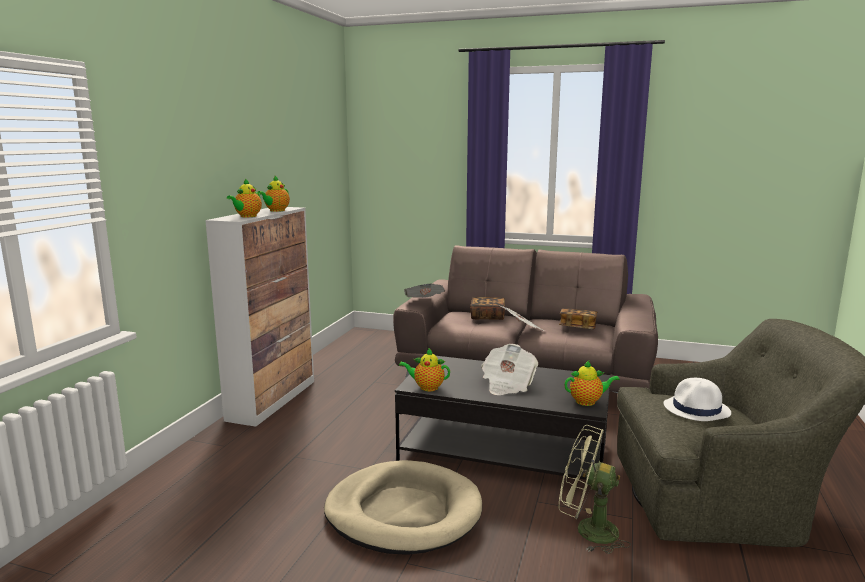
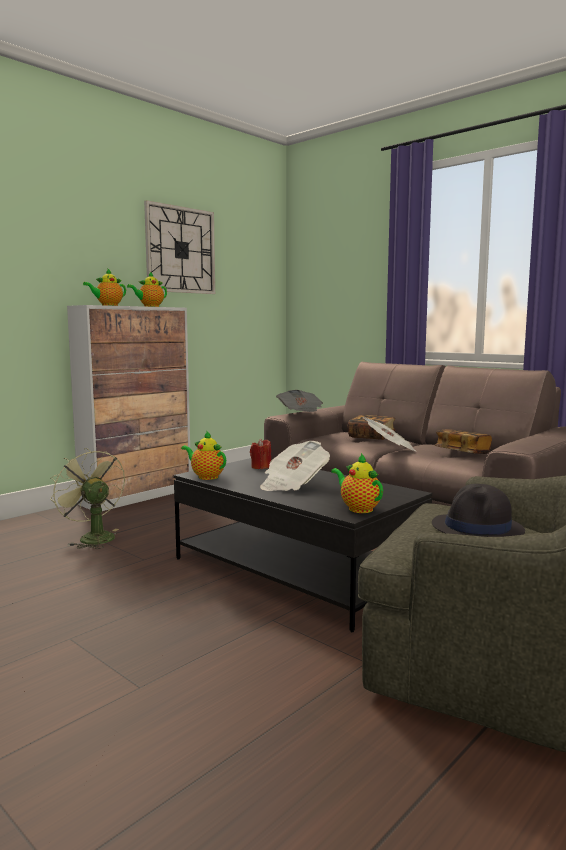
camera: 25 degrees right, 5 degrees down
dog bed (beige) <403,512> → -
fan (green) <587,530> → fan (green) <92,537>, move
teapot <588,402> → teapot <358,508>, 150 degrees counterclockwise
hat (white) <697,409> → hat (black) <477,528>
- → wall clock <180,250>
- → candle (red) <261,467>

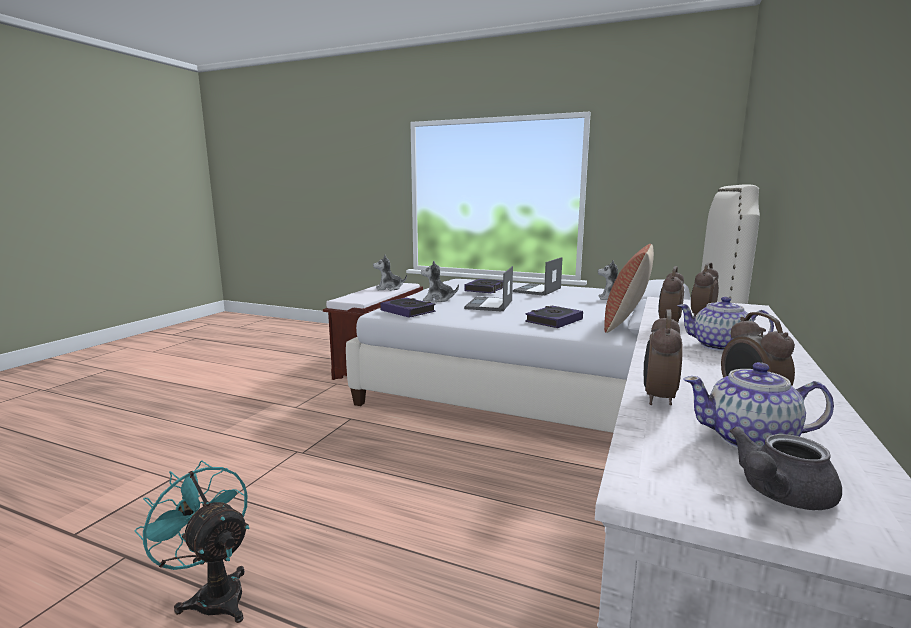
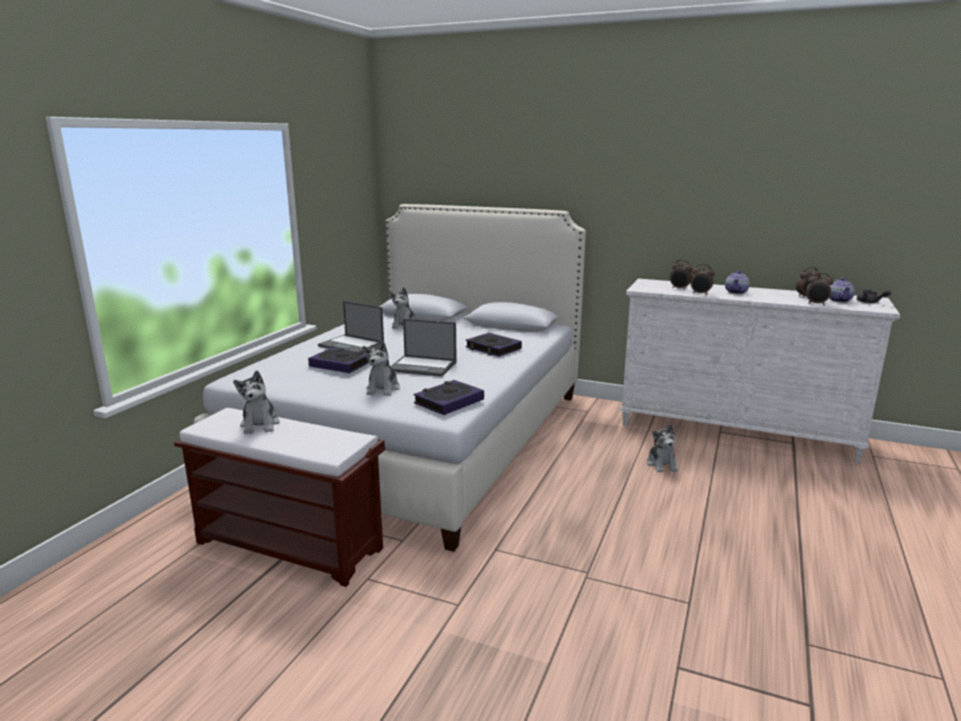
camera: 90 degrees left, 5 degrees up
fan (turquoise) <213,594> → -
pillow <625,324> → -
- → plush toy <661,464>

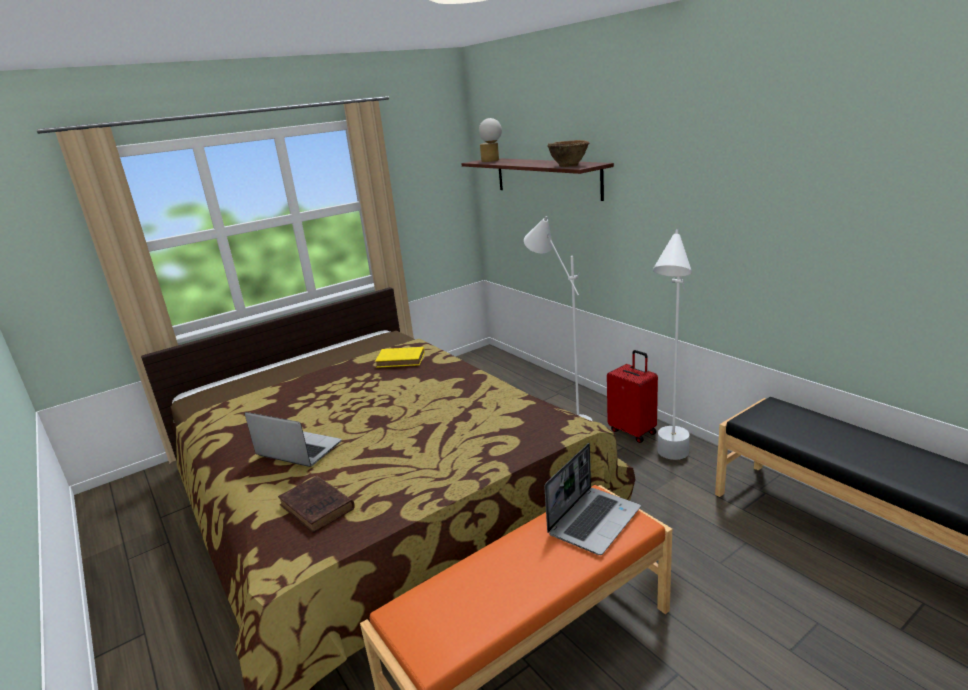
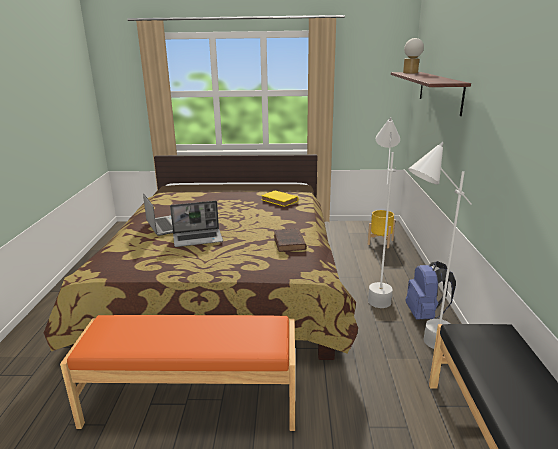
camera: 35 degrees right, 0 degrees up
book (brown) <318,508> → book (brown) <289,243>, move
laptop <594,520> → laptop <198,239>, move
bowl (brown) <568,165> → -
suitcase (red) <633,431> → backpack (blue) <425,315>
- → planter (yellow) <380,242>

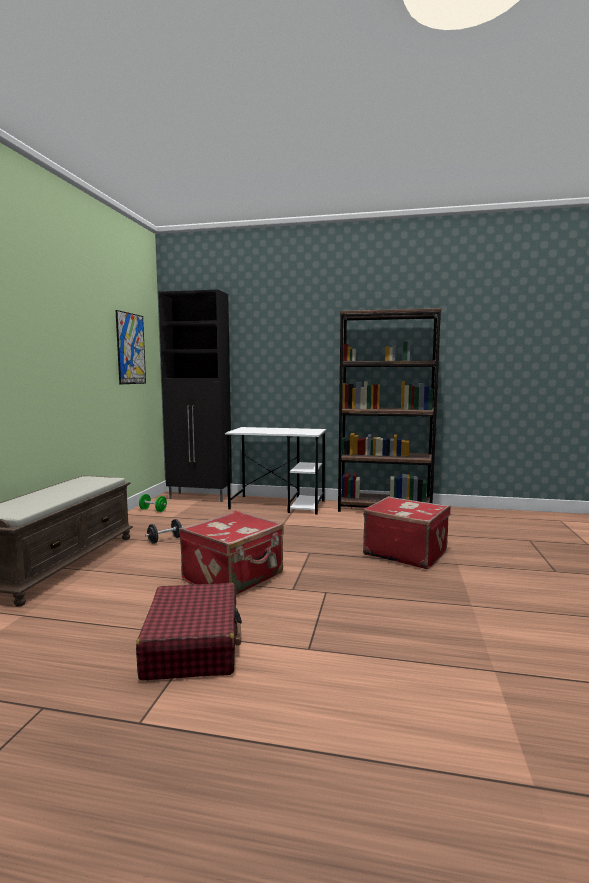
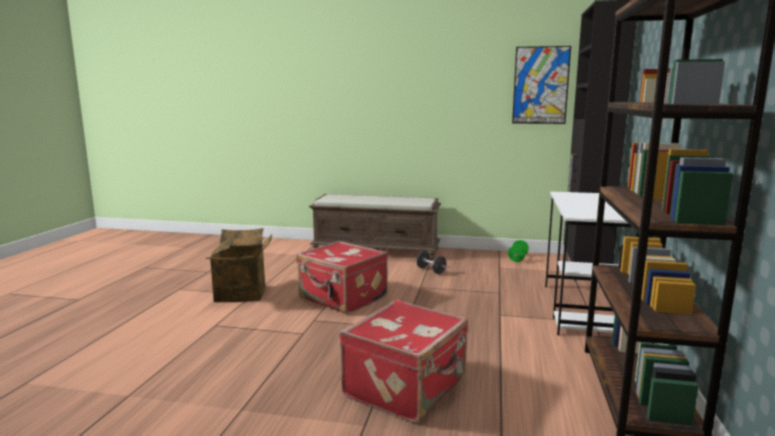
camera: 90 degrees right, 5 degrees up
suitcase (red) <193,645> → cardboard box <243,293>

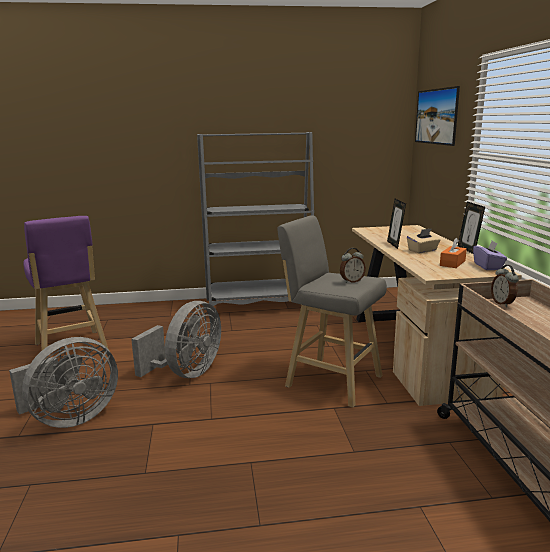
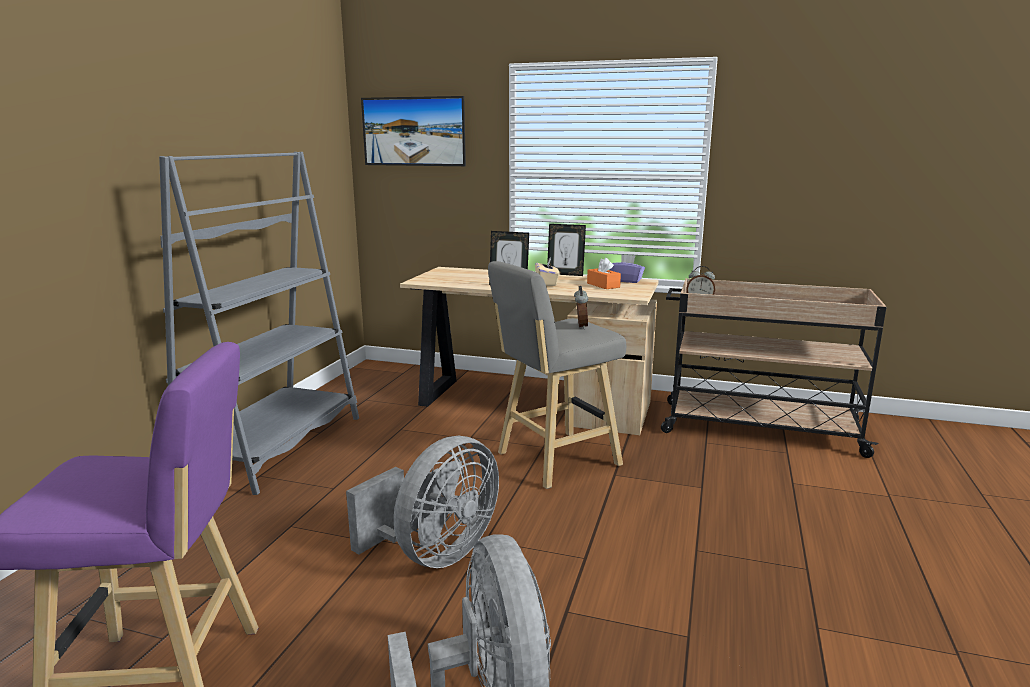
camera: 65 degrees left, 0 degrees up
fan (grey) <187,373> → fan (grey) <435,554>, 75 degrees clockwise

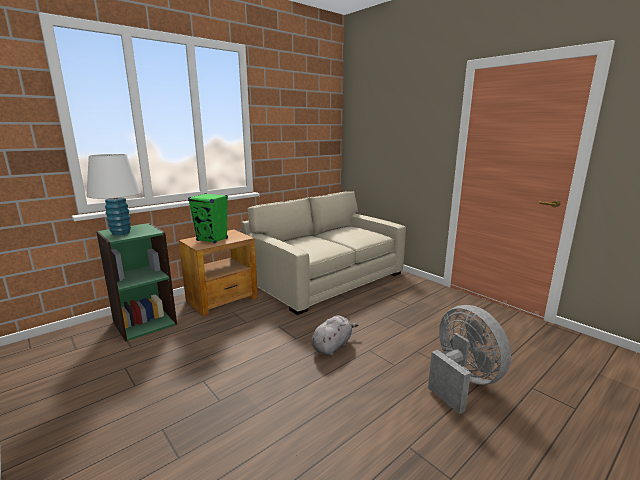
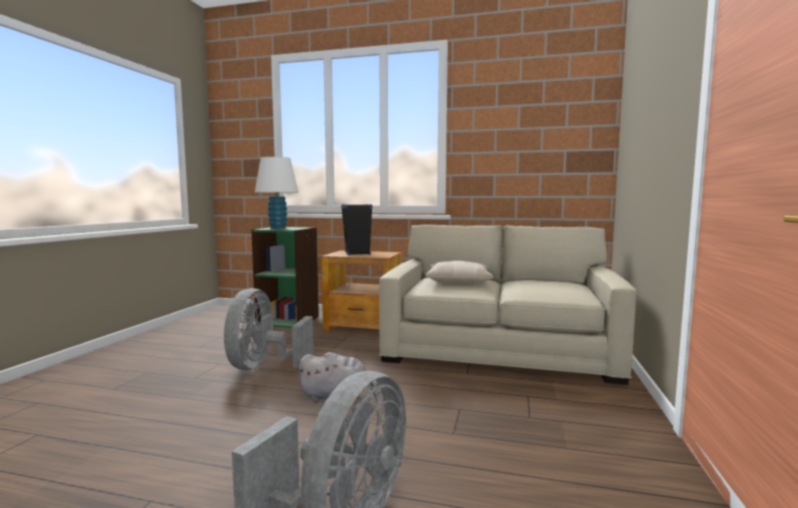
camera: 55 degrees right, 10 degrees down
speaker (green) <212,239> → speaker (black) <357,253>
- → fan (grey) <263,366>
- → pillow (beige) <458,280>

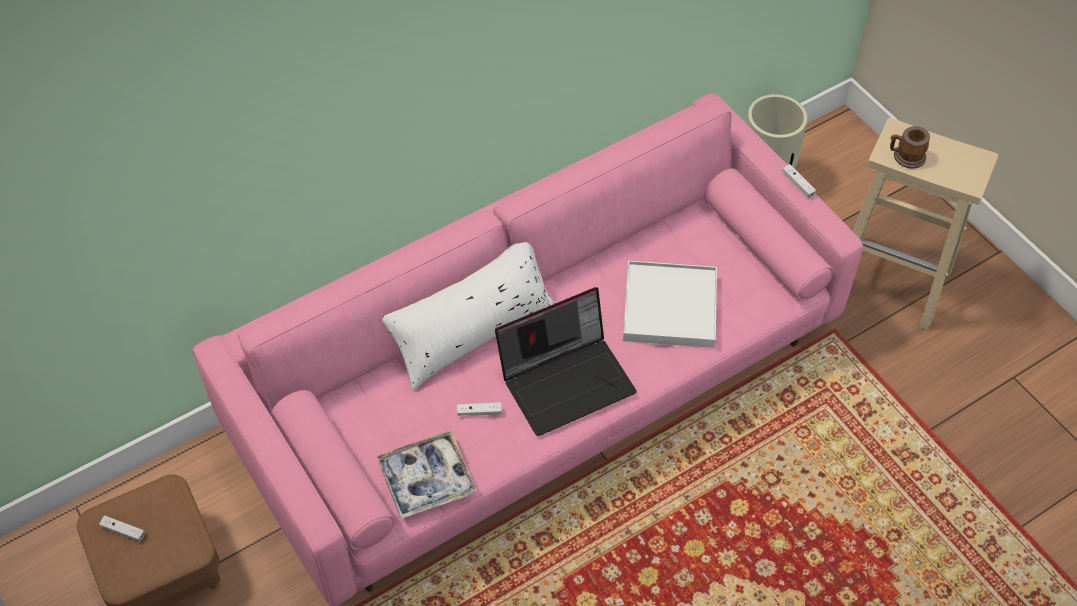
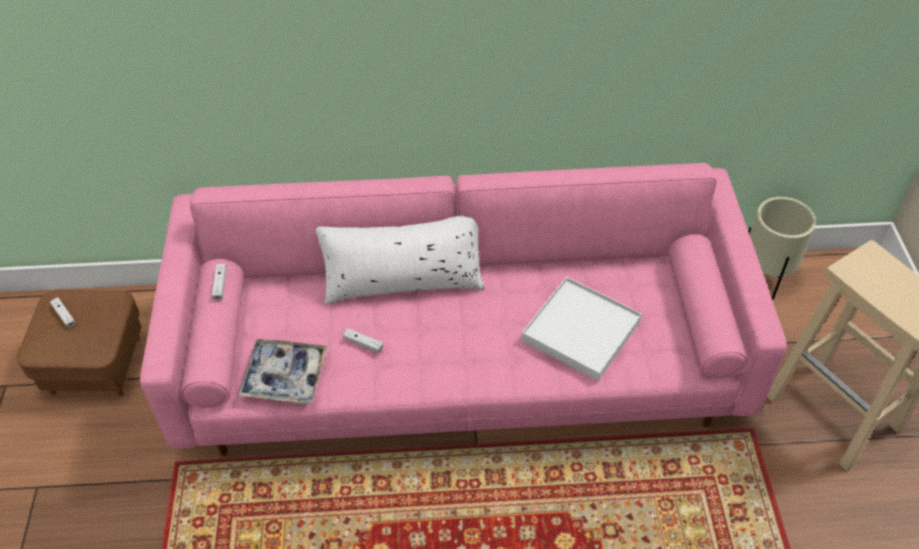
camera: 30 degrees right, 5 degrees down
laptop <567,380> → -
game controller (white) <798,184> → game controller (white) <220,284>, move
mug <905,157> → -

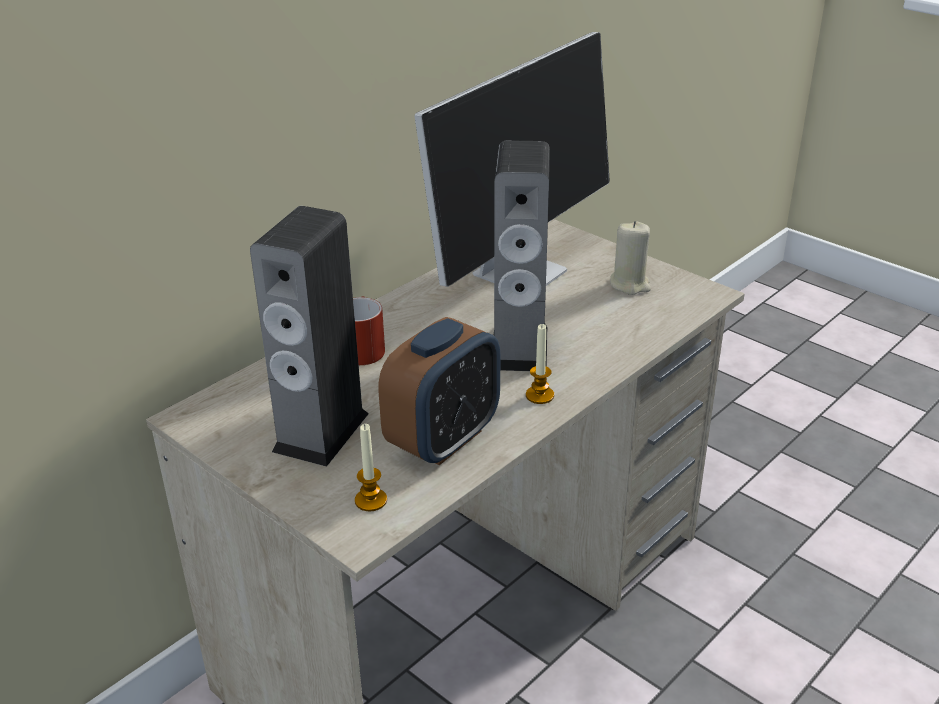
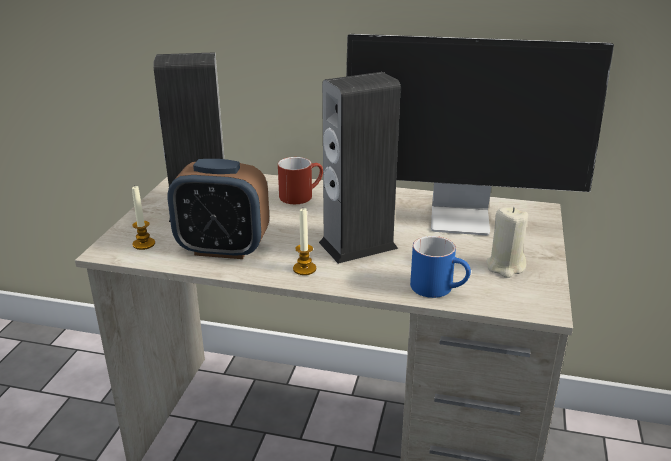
camera: 60 degrees right, 5 degrees down
- → mug (blue) <439,288>

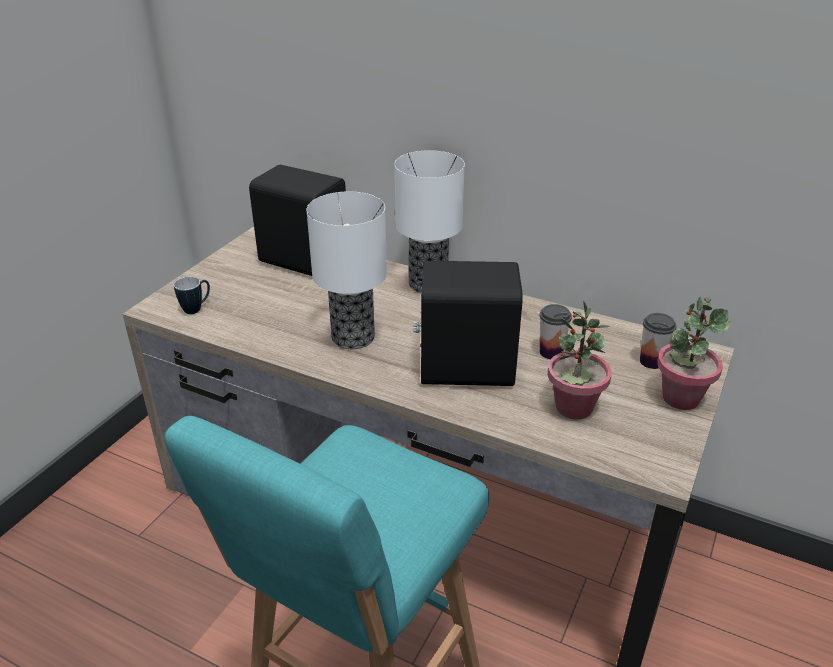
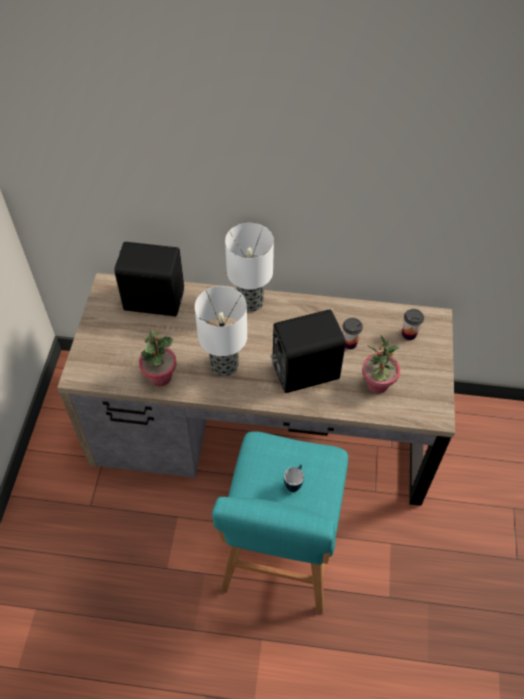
camera: 20 degrees left, 20 degrees up
mug <196,308> → mug <294,483>, move
potted plant <680,398> → potted plant <160,377>, move

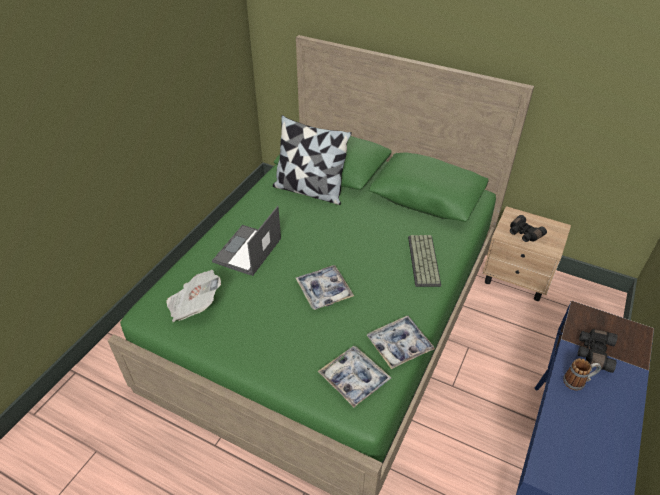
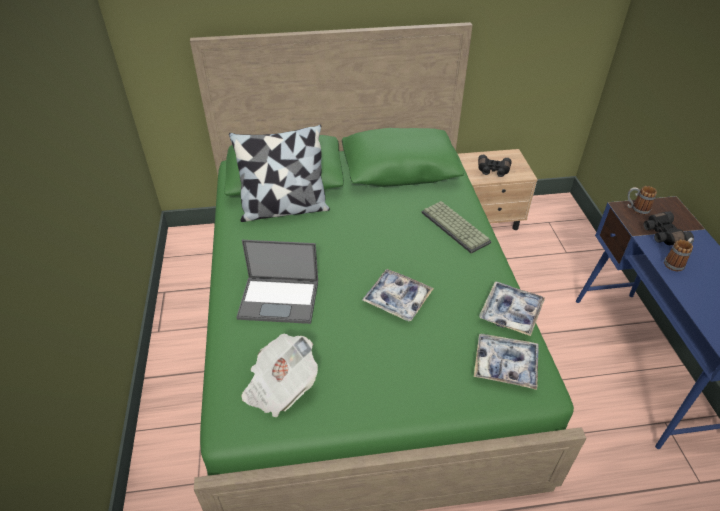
camera: 35 degrees left, 0 degrees up
laptop <247,251> → laptop <280,299>, 75 degrees counterclockwise
- → mug <636,209>

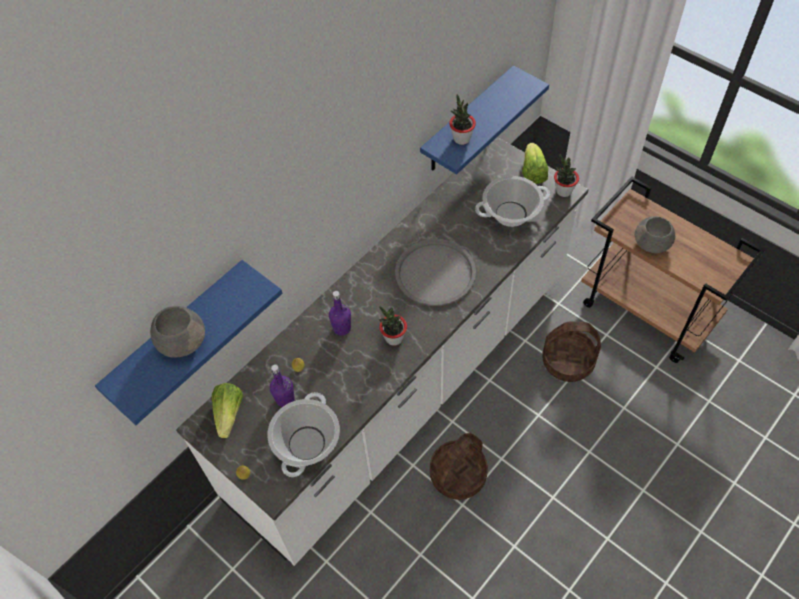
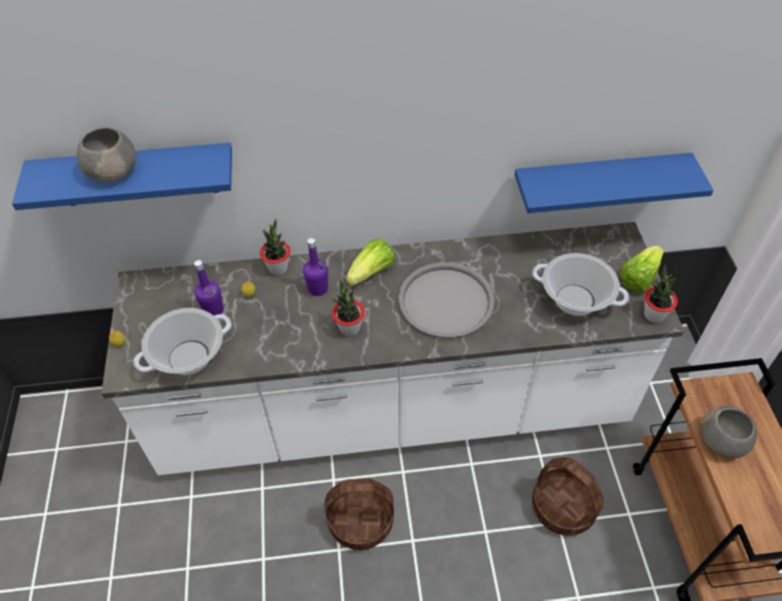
camera: 40 degrees right, 5 degrees down
lettuce <229,414> → lettuce <372,272>, move
potted plant <461,138> → potted plant <278,268>, move

